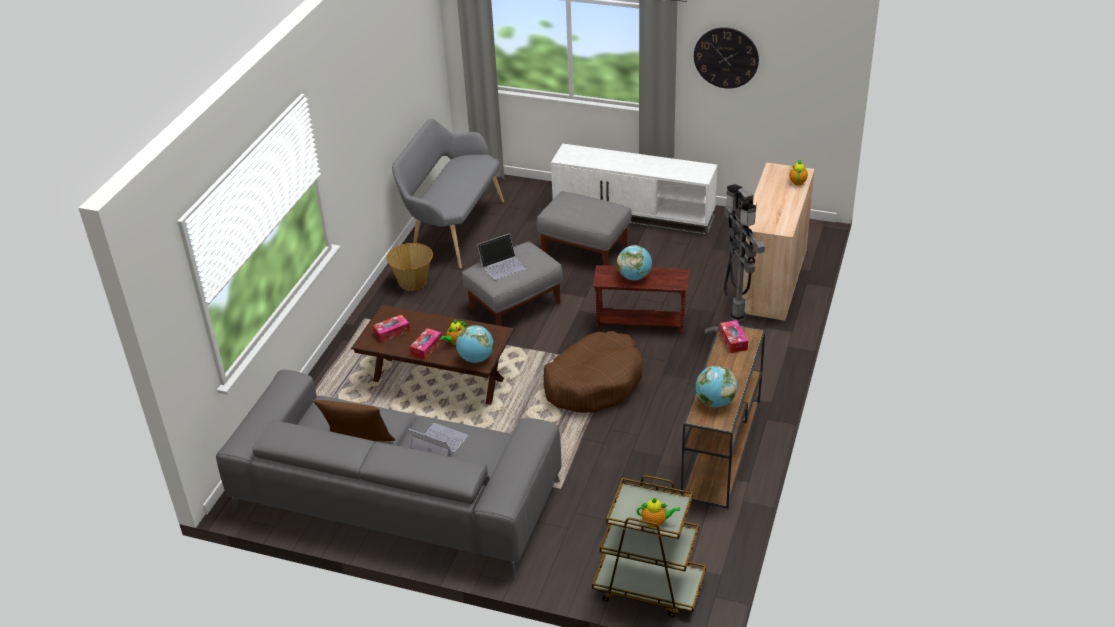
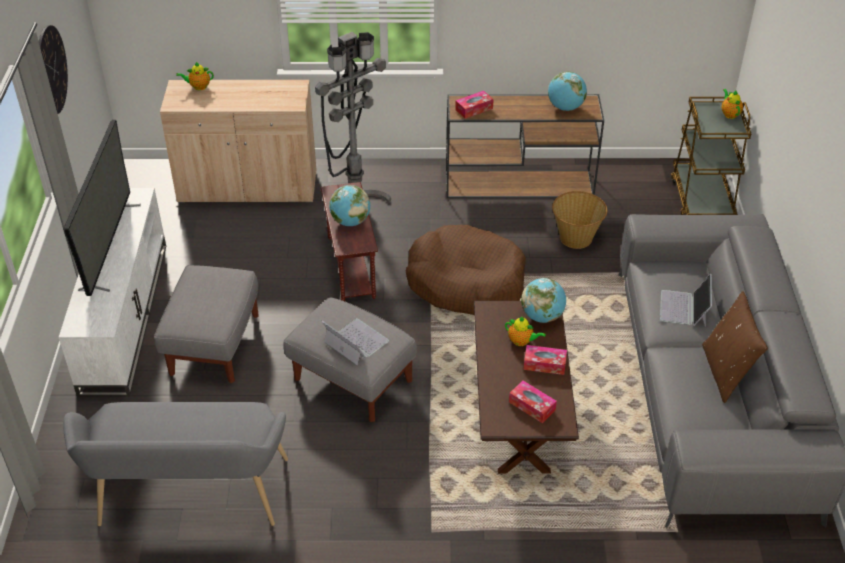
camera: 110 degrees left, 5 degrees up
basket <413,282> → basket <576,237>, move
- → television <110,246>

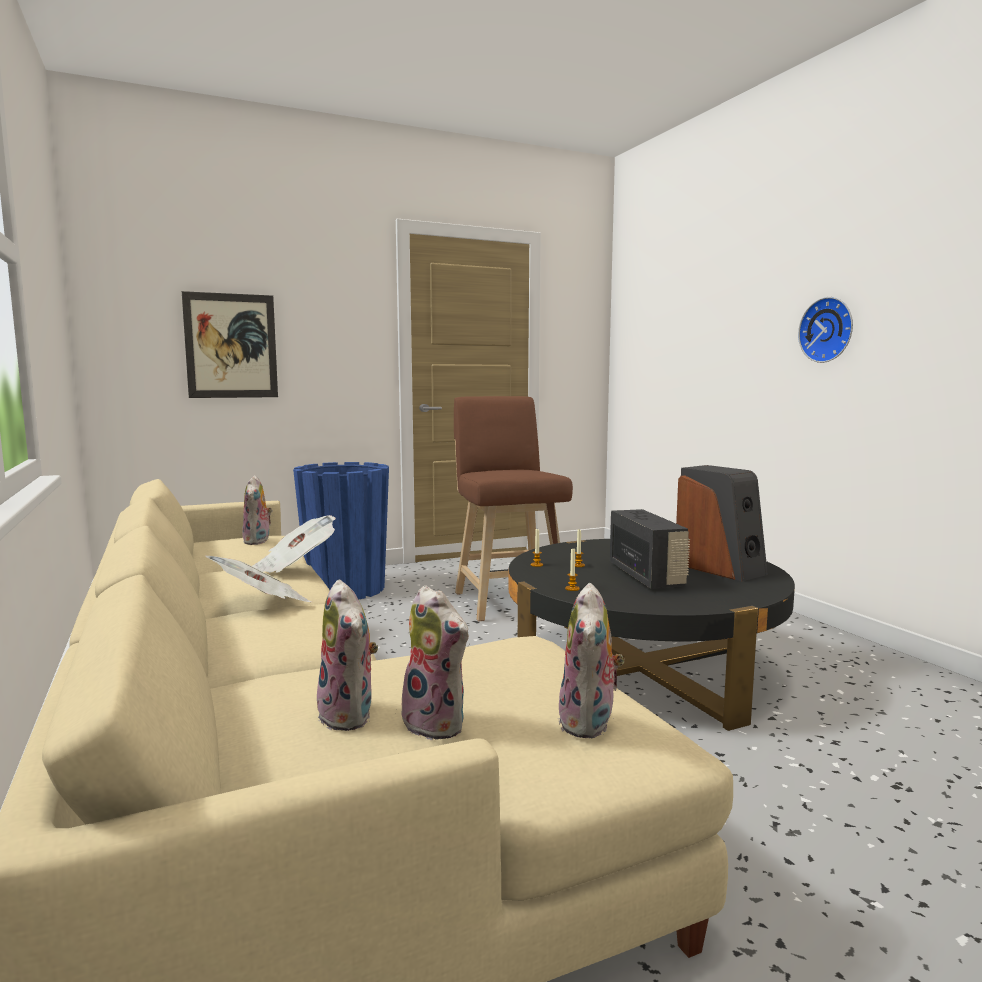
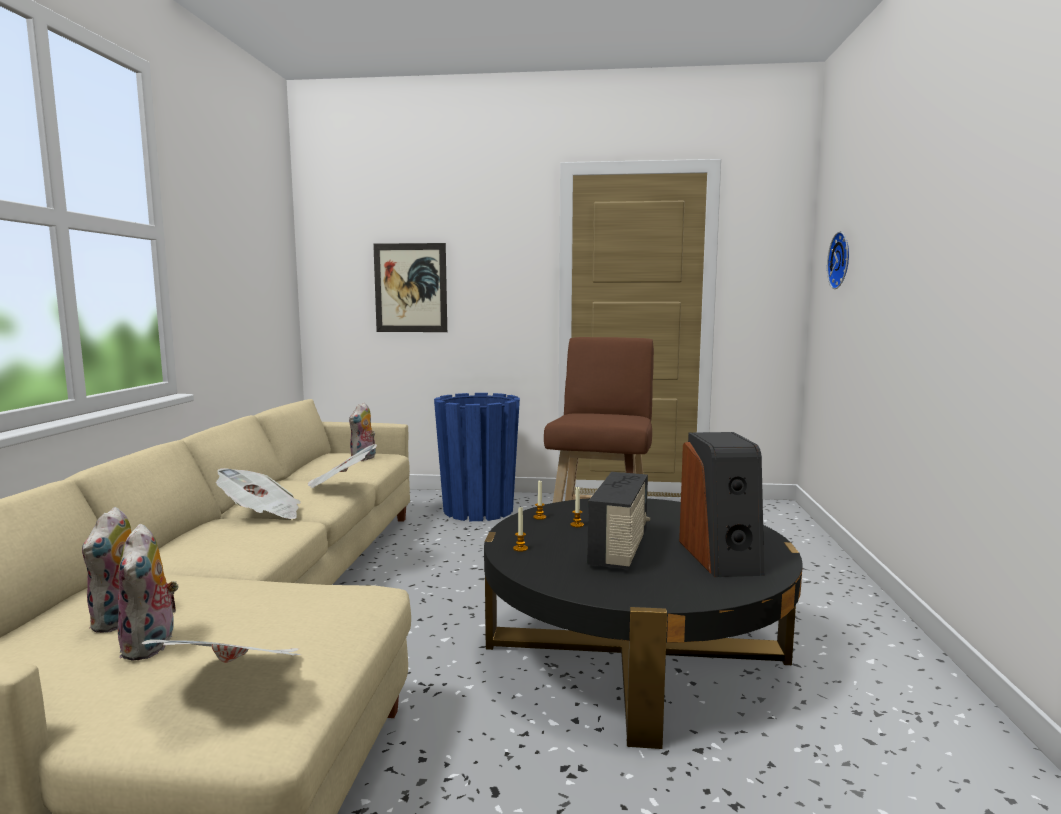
camera: 30 degrees right, 0 degrees up
plush toy <590,723> → newspaper <235,683>
wall clock <828,330> → wall clock <842,260>, move

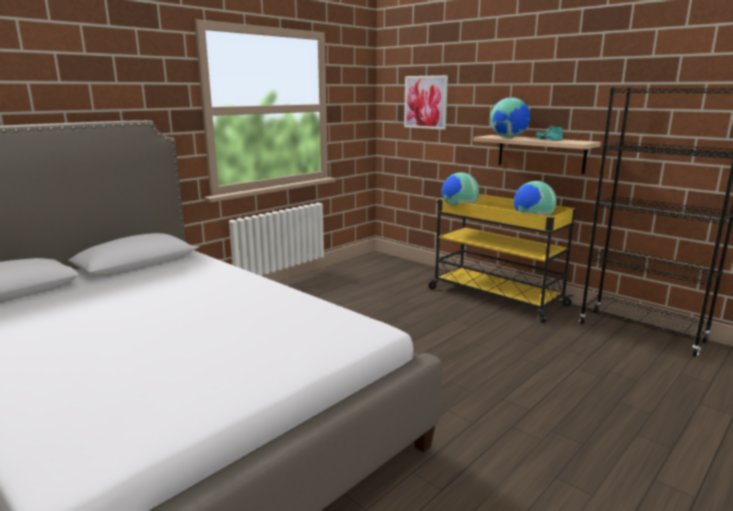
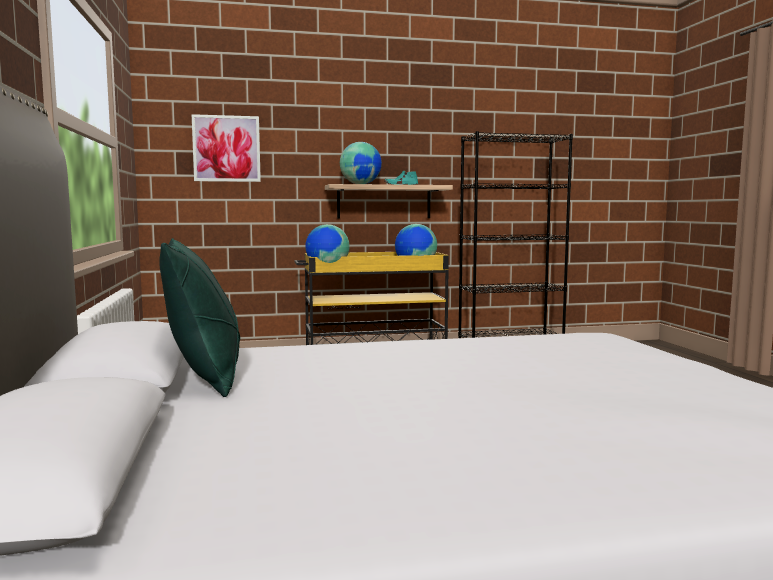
camera: 55 degrees left, 10 degrees down
- → pillow (green) <205,378>

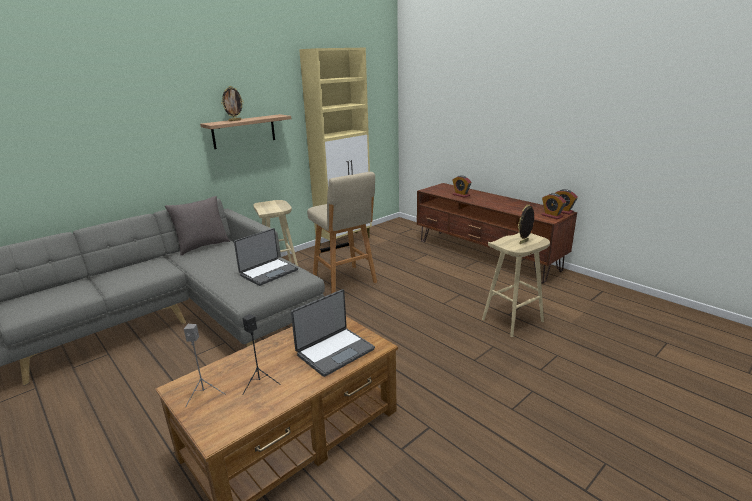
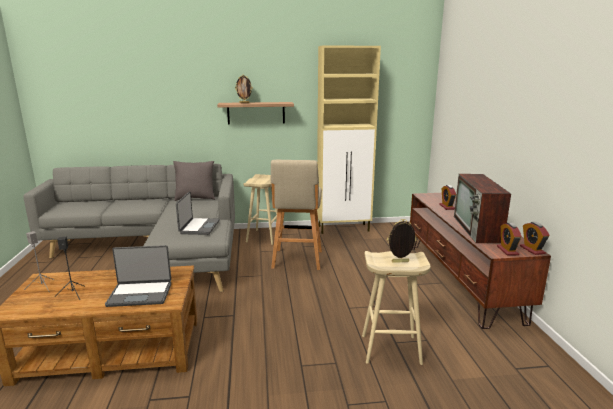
camera: 35 degrees right, 5 degrees down
laptop <268,272> → laptop <199,227>, 75 degrees counterclockwise
- → television <477,229>

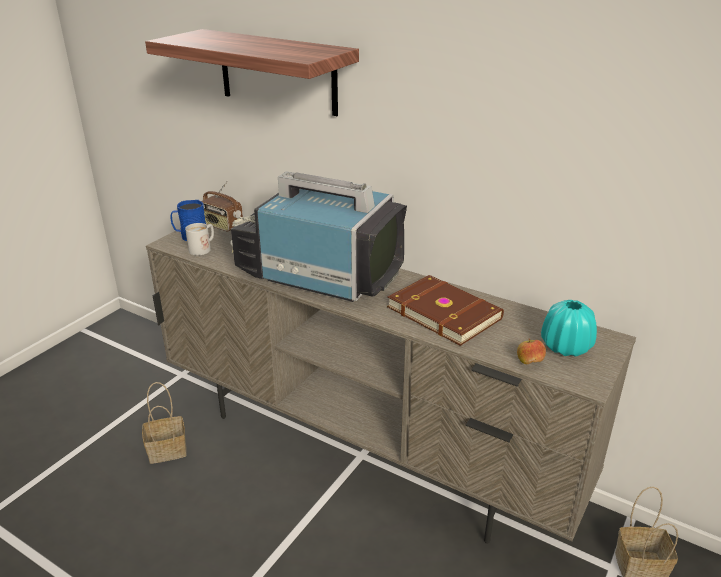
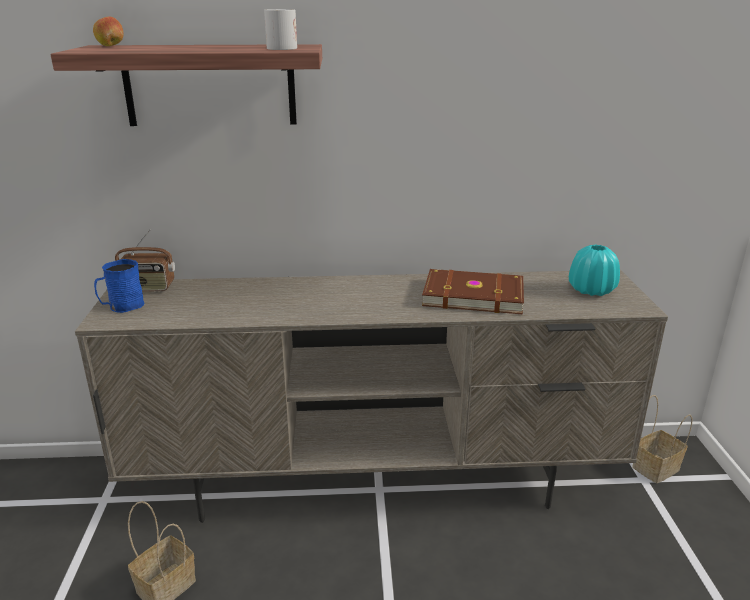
camera: 35 degrees left, 5 degrees down
mug (white) <203,248> → mug (white) <282,48>, move
television <319,274> → -
apple <529,362> → apple <110,46>, move

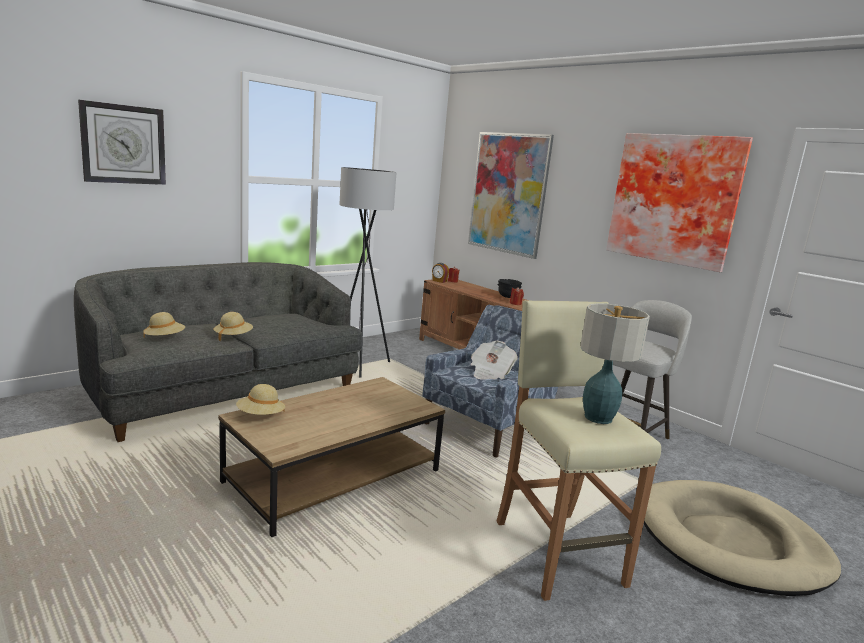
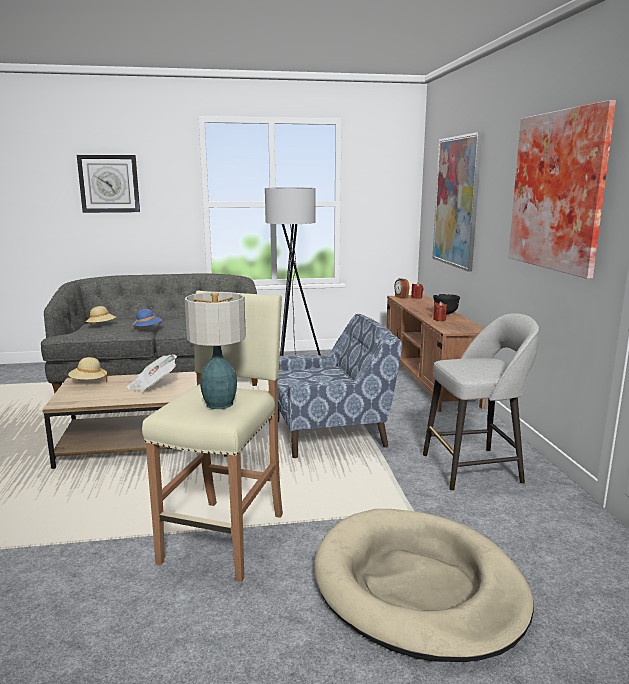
camera: 35 degrees right, 0 degrees up
hat (beige) <233,336> → hat (blue) <147,329>
newspaper <490,373> → newspaper <153,385>, move

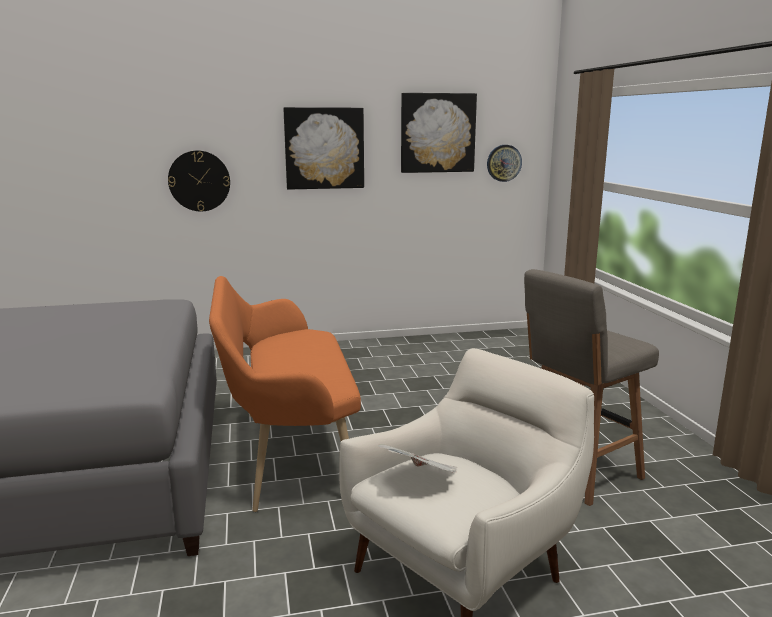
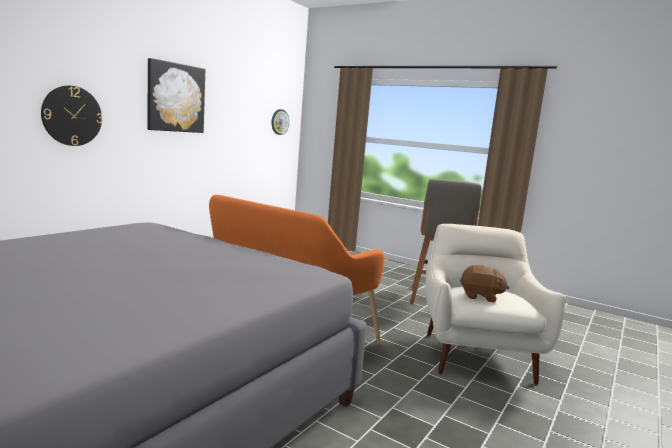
camera: 45 degrees left, 5 degrees down
newspaper <421,478> → plush toy (brown) <481,296>
picture <437,133> → -

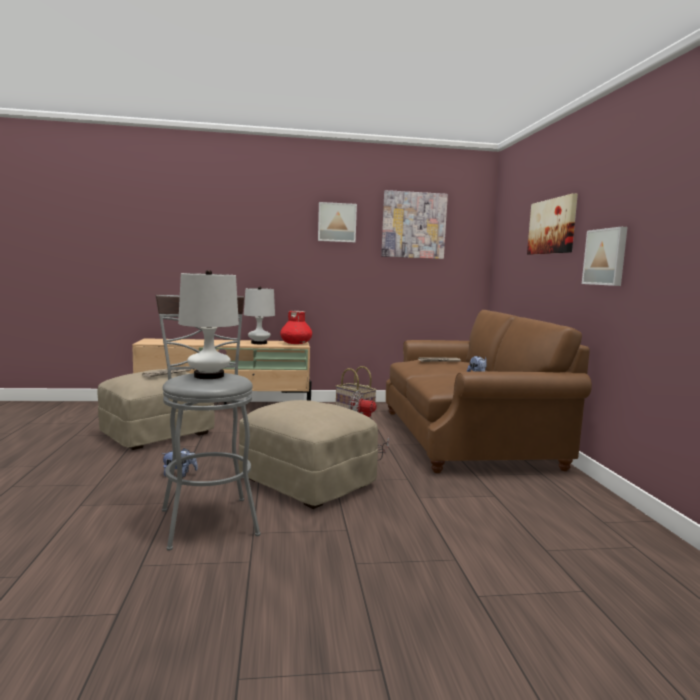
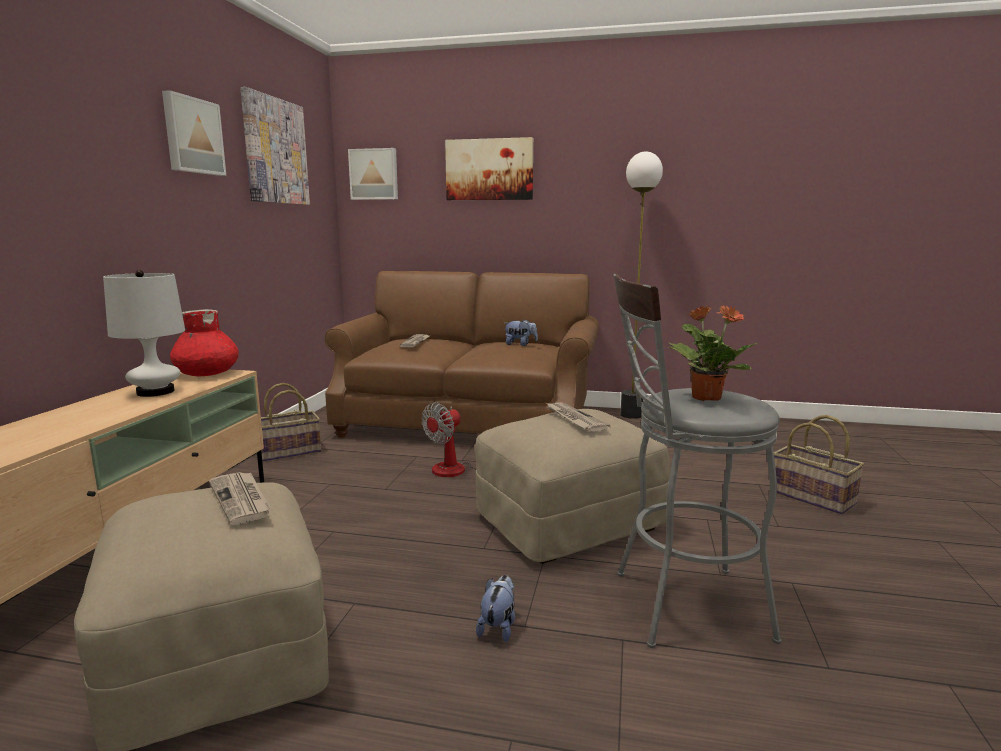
camera: 70 degrees left, 5 degrees up
table lamp (white) <209,376> → potted plant <705,397>
picture <606,257> → picture <374,174>, move
- → newspaper <574,419>
- → floor lamp <631,415>
- → basket <813,497>

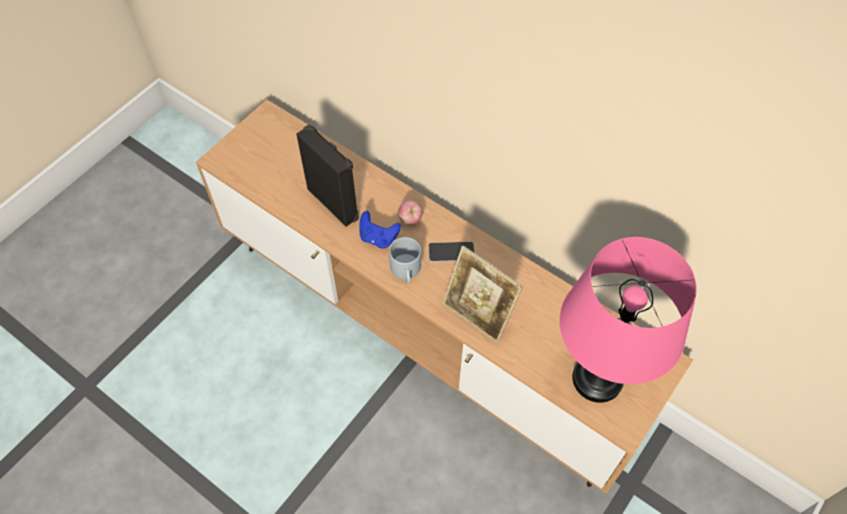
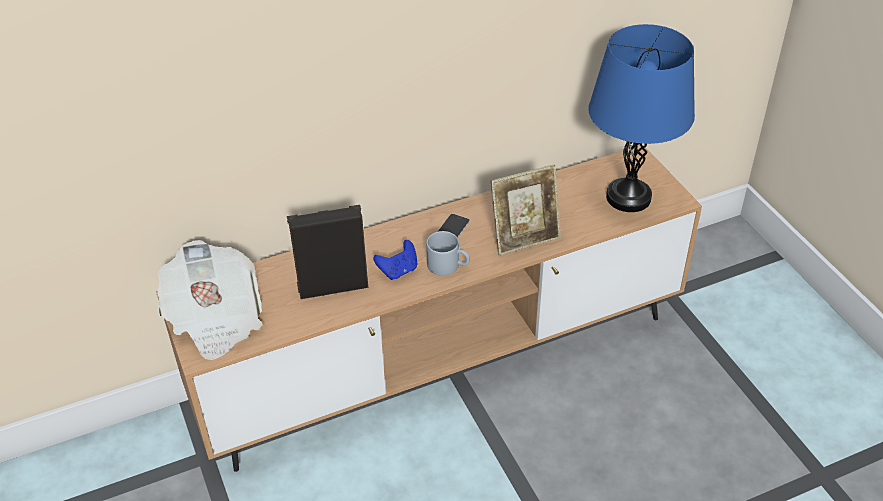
camera: 60 degrees left, 15 degrees down
apple <410,219> → -
table lamp (pink) <597,379> → table lamp (blue) <628,197>
- → newspaper <215,319>

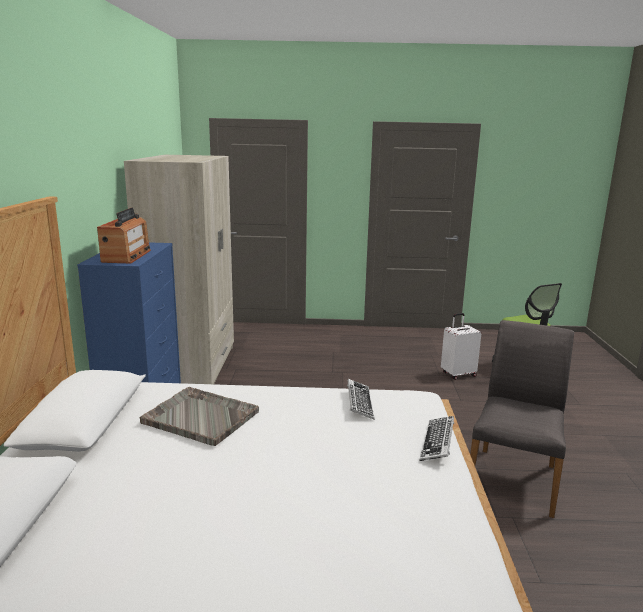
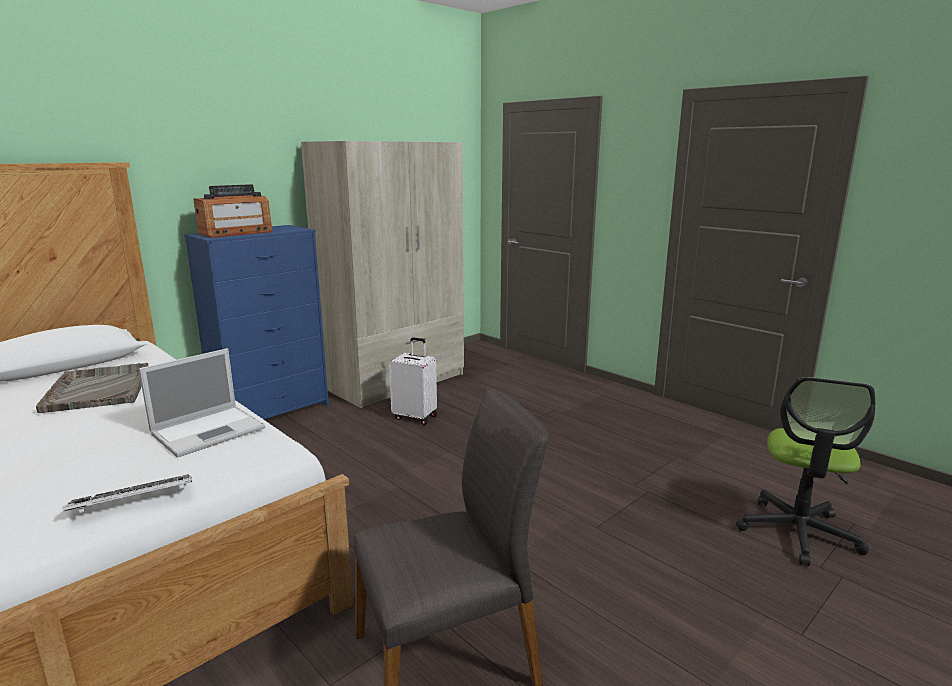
camera: 45 degrees right, 0 degrees up
keyboard <359,403> → laptop <210,430>
suitcase (white) <458,374> → suitcase (white) <415,417>, move

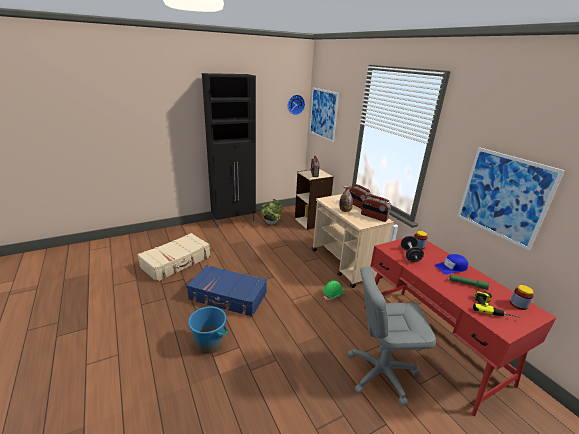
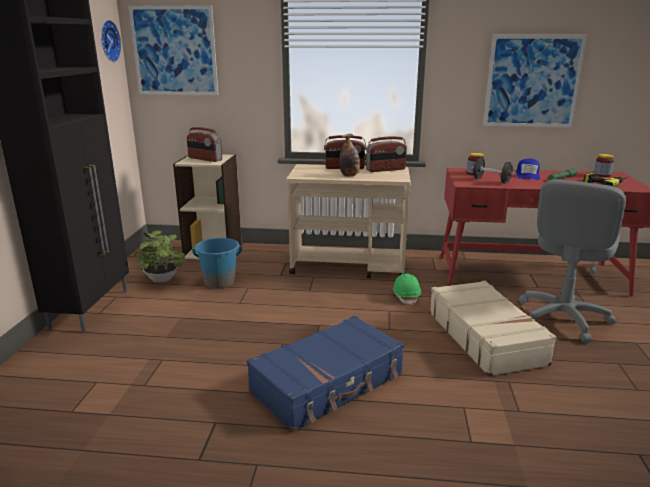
camera: 55 degrees left, 5 degrees down
suitcase (beige) <176,262> → suitcase (beige) <485,337>, move
bucket (blue) <209,344> → bucket (blue) <219,282>, move

